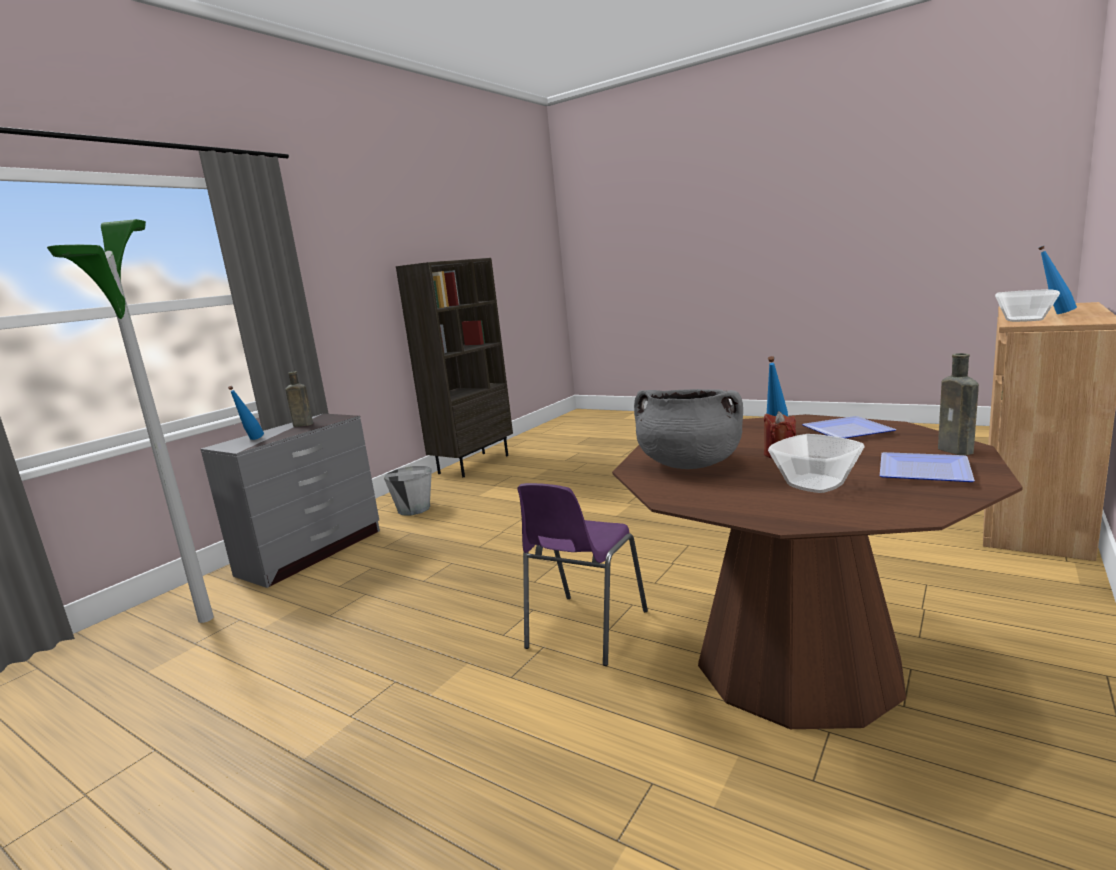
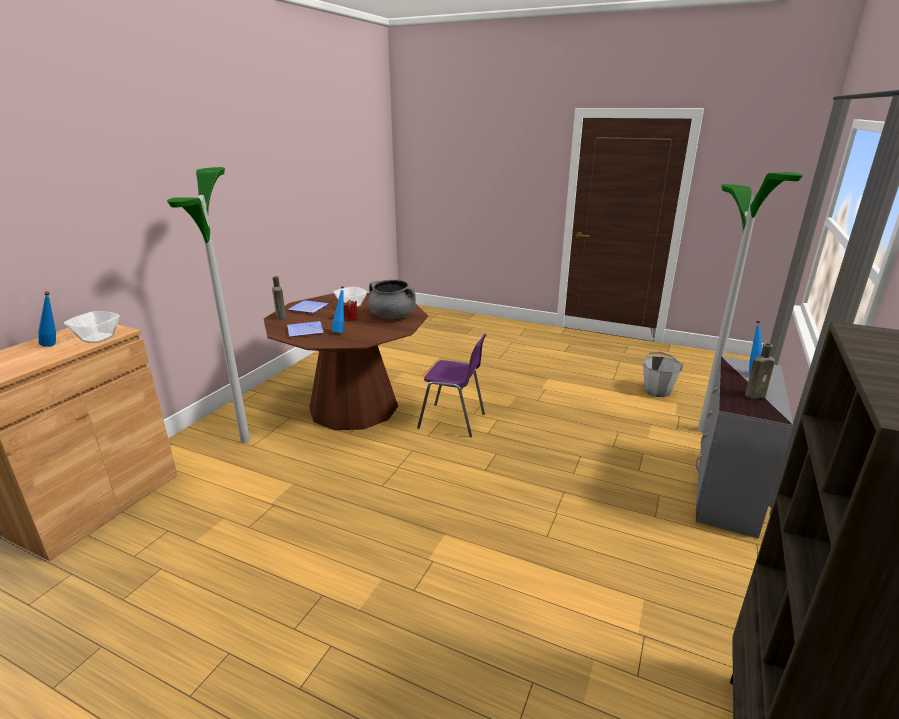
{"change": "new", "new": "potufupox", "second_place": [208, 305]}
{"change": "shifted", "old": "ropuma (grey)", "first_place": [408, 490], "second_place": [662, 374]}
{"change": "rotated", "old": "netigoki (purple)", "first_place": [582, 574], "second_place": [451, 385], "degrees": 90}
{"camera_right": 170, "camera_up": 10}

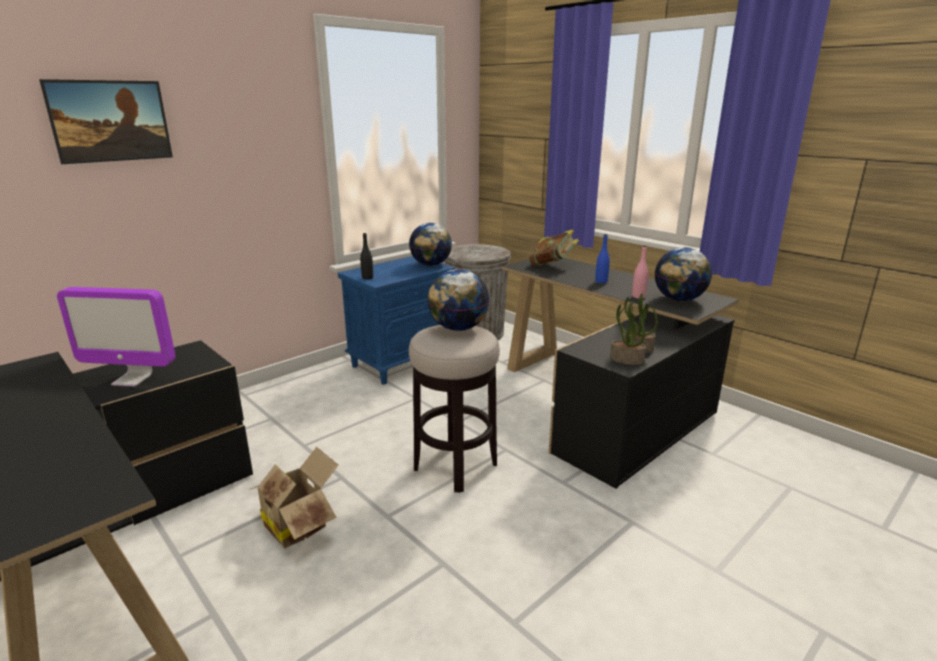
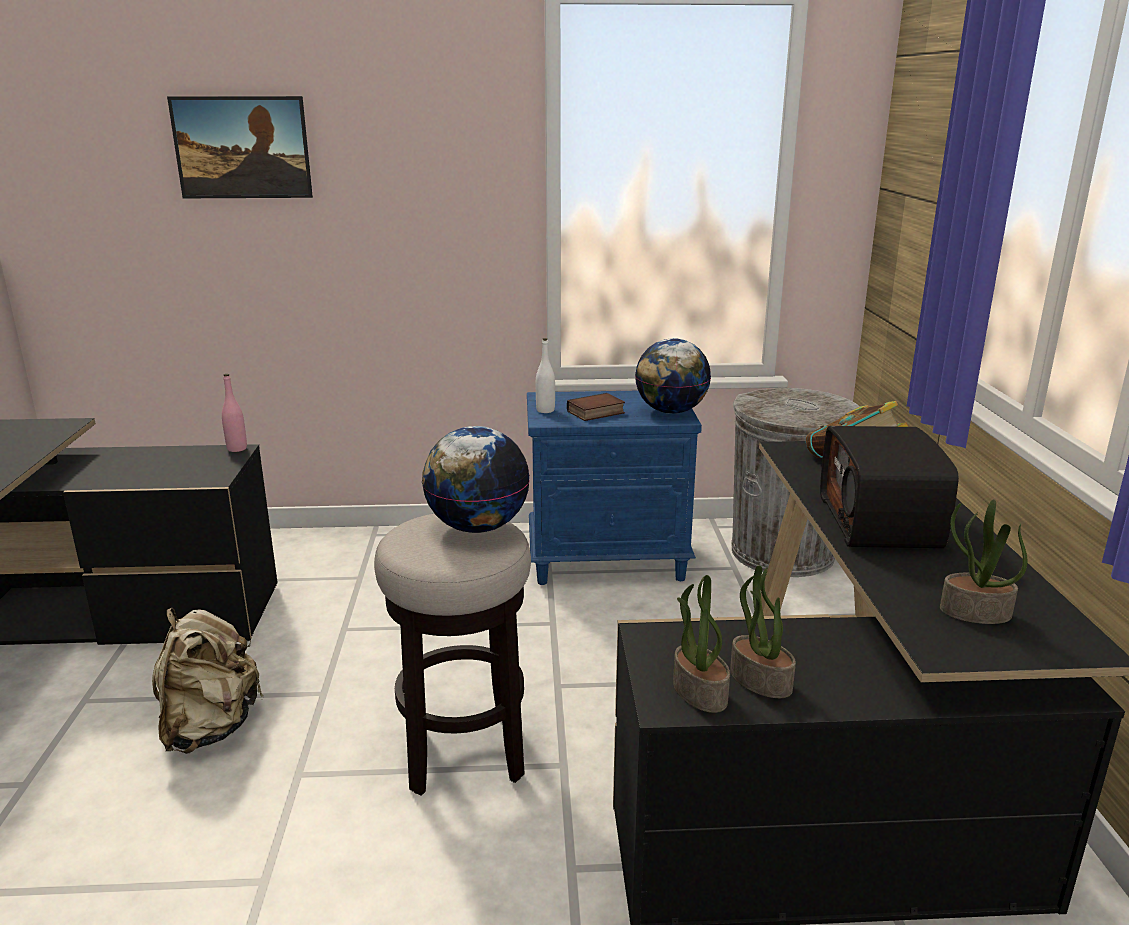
{"change": "gone", "old": "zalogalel", "first_place": [116, 336]}
{"change": "new", "new": "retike", "second_place": [596, 407]}
{"change": "shifted", "old": "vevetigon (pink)", "first_place": [640, 272], "second_place": [234, 413]}
{"change": "swapped", "old": "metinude", "new": "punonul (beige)", "first_place": [293, 497], "second_place": [207, 681]}
{"change": "swapped", "old": "vevetigon (blue)", "new": "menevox", "first_place": [602, 259], "second_place": [889, 487]}
{"change": "swapped", "old": "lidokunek", "new": "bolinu", "first_place": [683, 274], "second_place": [983, 561]}
{"change": "repainted", "old": "vevetigon (black)", "new": "vevetigon (white)", "first_place": [366, 256], "second_place": [545, 375]}
{"camera_right": 40, "camera_up": 0}

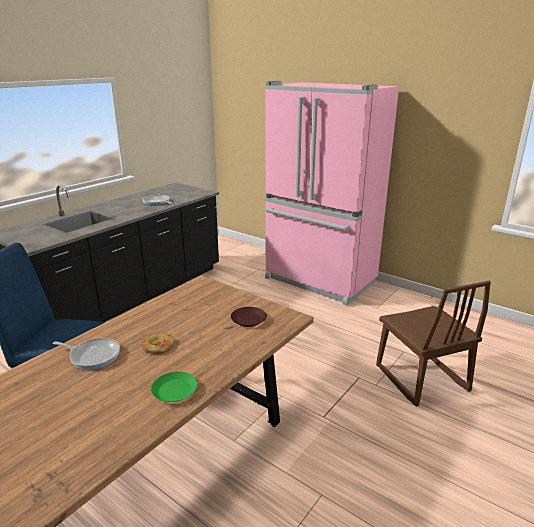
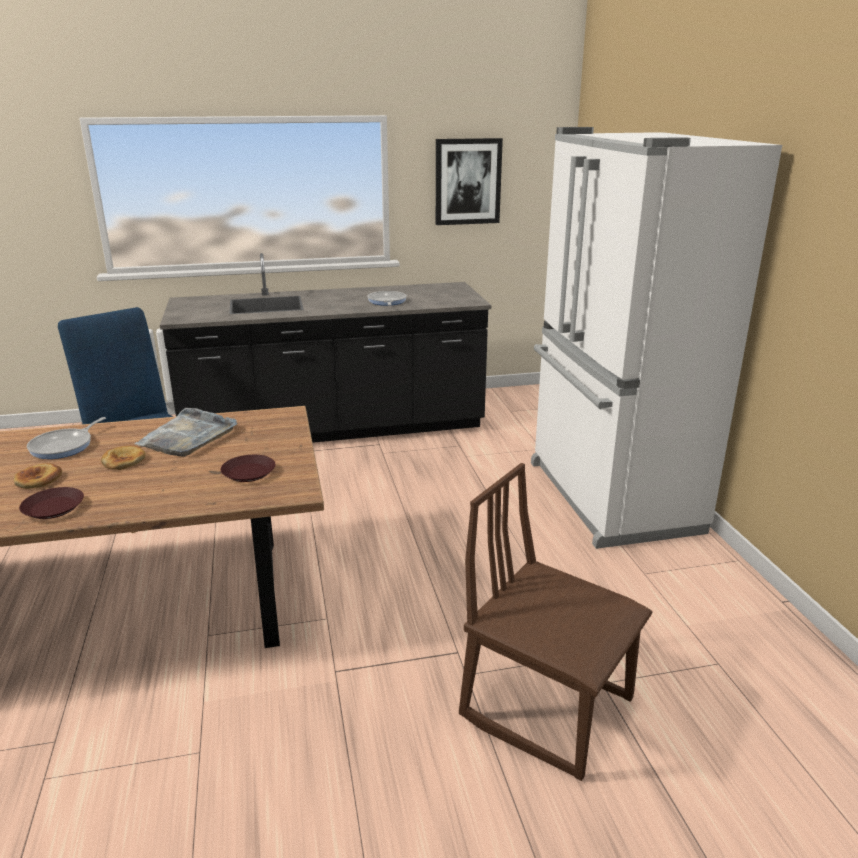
{"change": "new", "new": "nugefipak", "second_place": [38, 476]}
{"change": "new", "new": "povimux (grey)", "second_place": [185, 432]}
{"change": "new", "new": "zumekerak", "second_place": [469, 181]}
{"change": "repainted", "old": "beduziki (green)", "new": "beduziki (brown)", "first_place": [174, 387], "second_place": [51, 503]}
{"change": "repainted", "old": "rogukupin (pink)", "new": "rogukupin (white)", "first_place": [332, 193], "second_place": [656, 338]}
{"change": "rotated", "old": "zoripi", "first_place": [86, 354], "second_place": [66, 438], "degrees": 60}
{"change": "rotated", "old": "netigoki (brown)", "first_place": [433, 344], "second_place": [555, 622], "degrees": 105}
{"camera_right": 40, "camera_up": 0}

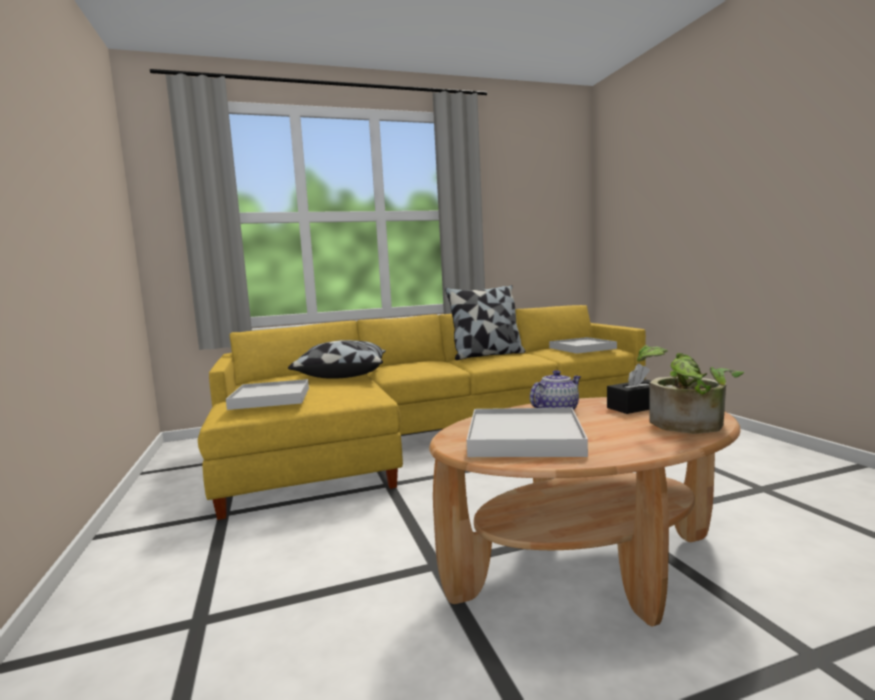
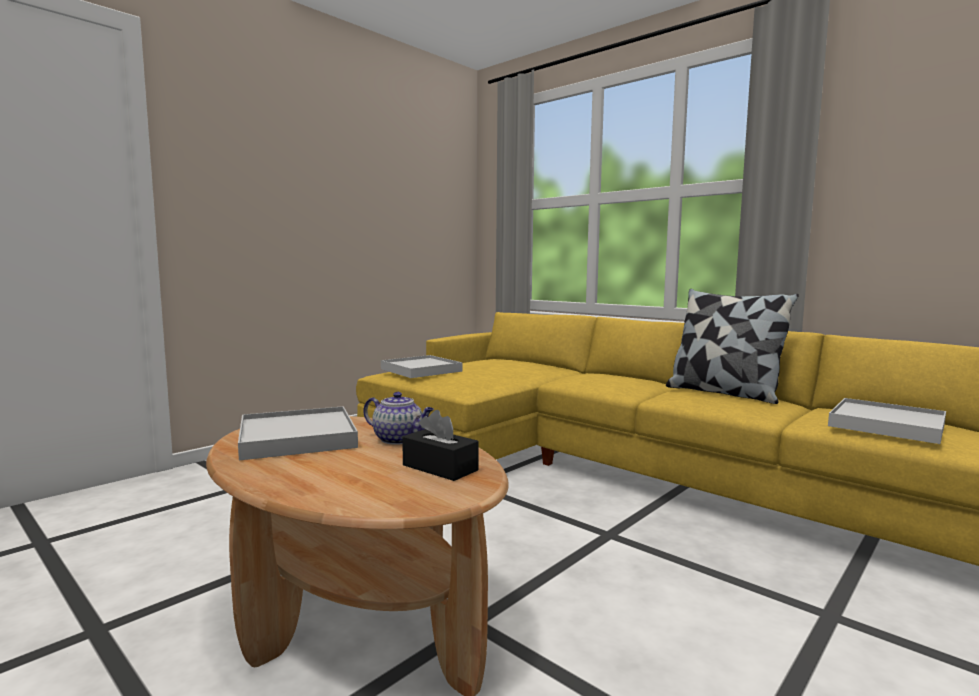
{"change": "gone", "old": "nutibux", "first_place": [337, 359]}
{"change": "gone", "old": "bolinu", "first_place": [690, 389]}
{"camera_right": 60, "camera_up": 0}

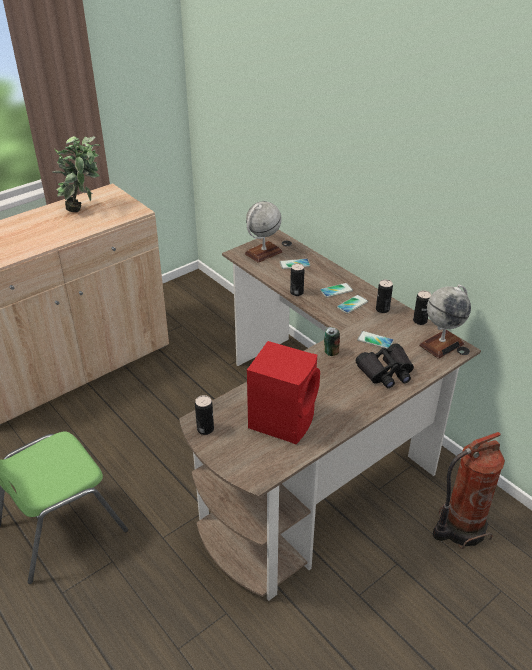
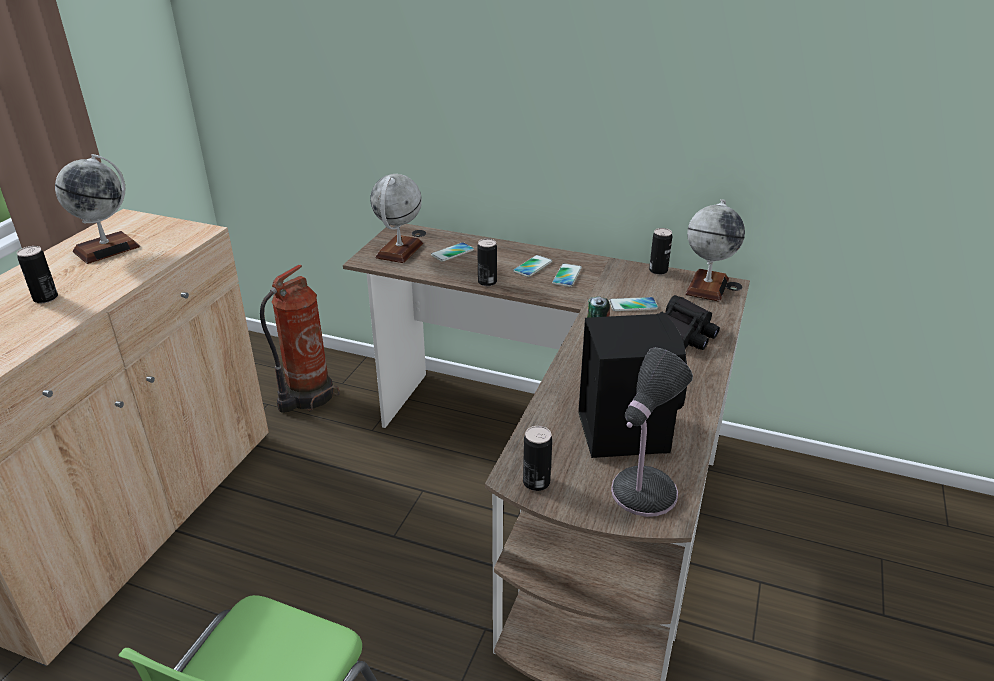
{"change": "new", "new": "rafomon", "second_place": [652, 432]}
{"change": "shifted", "old": "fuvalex", "first_place": [384, 296], "second_place": [37, 274]}
{"change": "shifted", "old": "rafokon", "first_place": [469, 490], "second_place": [300, 339]}
{"change": "swapped", "old": "bolinu", "new": "lidokunek", "first_place": [76, 174], "second_place": [97, 209]}
{"change": "repainted", "old": "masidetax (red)", "new": "masidetax (black)", "first_place": [283, 392], "second_place": [632, 385]}
{"camera_right": -30, "camera_up": -5}

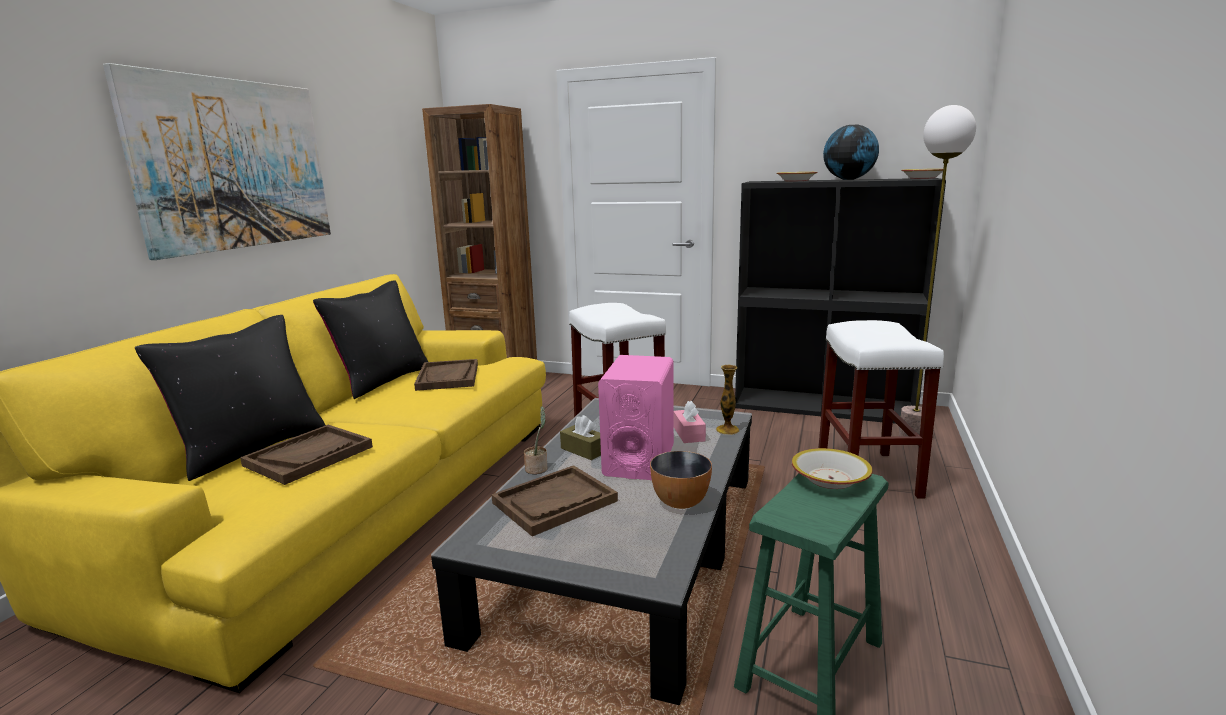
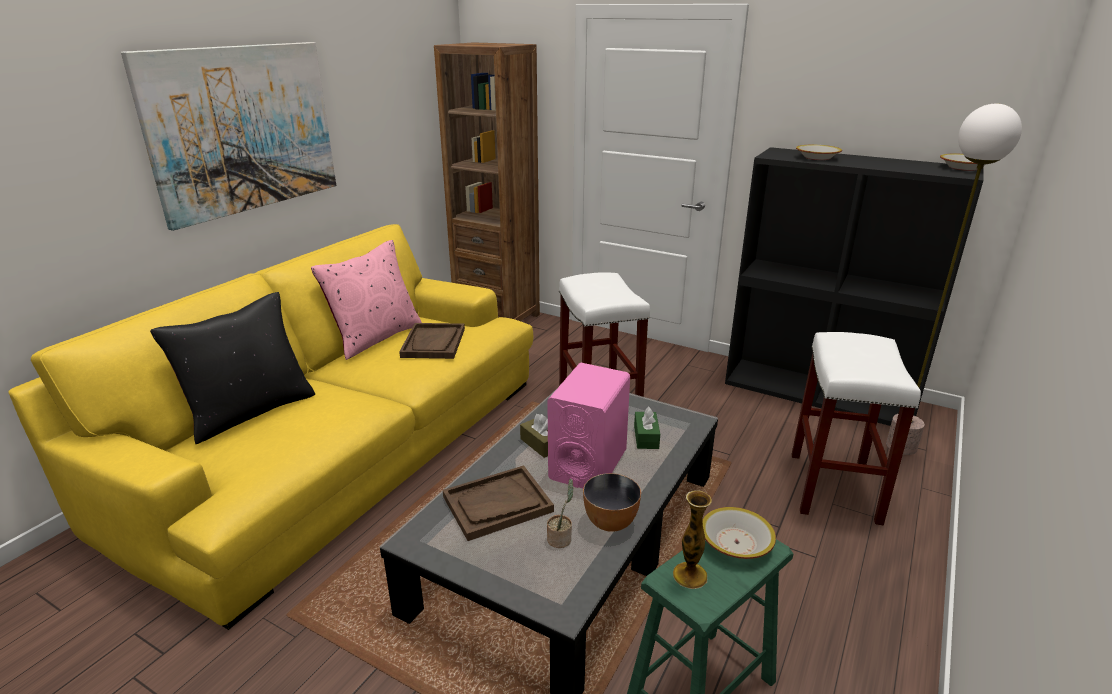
{"change": "gone", "old": "povimux (brown)", "first_place": [306, 455]}
{"change": "gone", "old": "lidokunek", "first_place": [851, 152]}
{"change": "shifted", "old": "bolinu", "first_place": [535, 440], "second_place": [560, 513]}
{"change": "shifted", "old": "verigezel", "first_place": [728, 400], "second_place": [692, 539]}
{"change": "repainted", "old": "nutibux (black)", "new": "nutibux (pink)", "first_place": [370, 339], "second_place": [366, 300]}
{"change": "repainted", "old": "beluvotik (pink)", "new": "beluvotik (green)", "first_place": [690, 422], "second_place": [647, 427]}
{"camera_right": 10, "camera_up": 10}

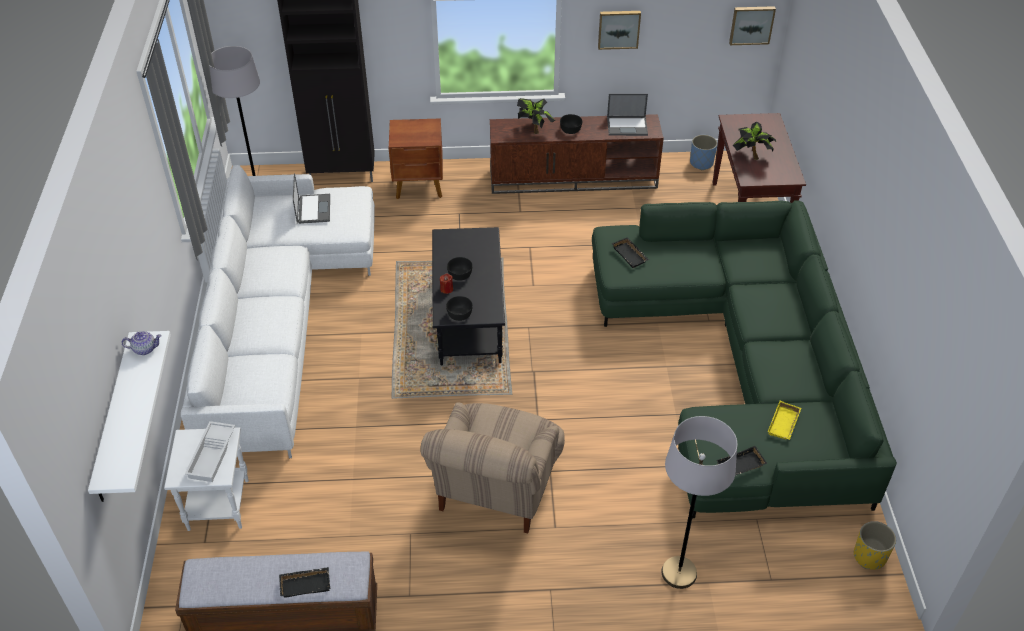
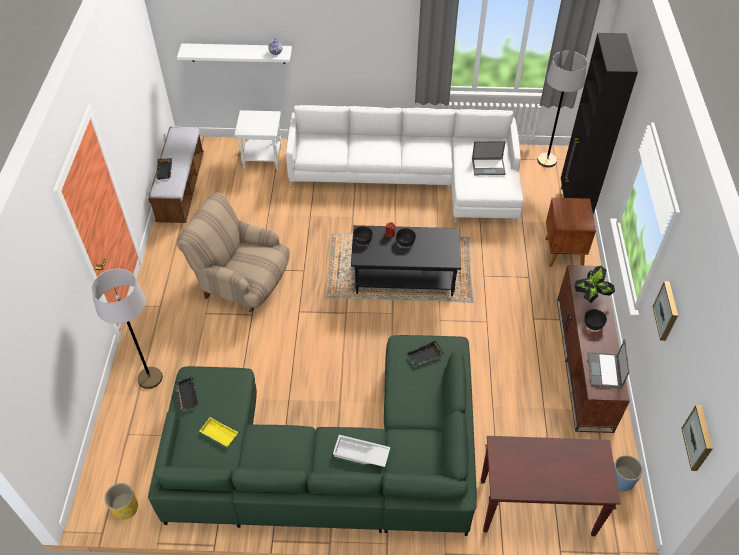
{"change": "gone", "old": "bolinu", "first_place": [754, 140]}
{"change": "shifted", "old": "povimux (white)", "first_place": [210, 451], "second_place": [361, 451]}
{"camera_right": 95, "camera_up": 5}

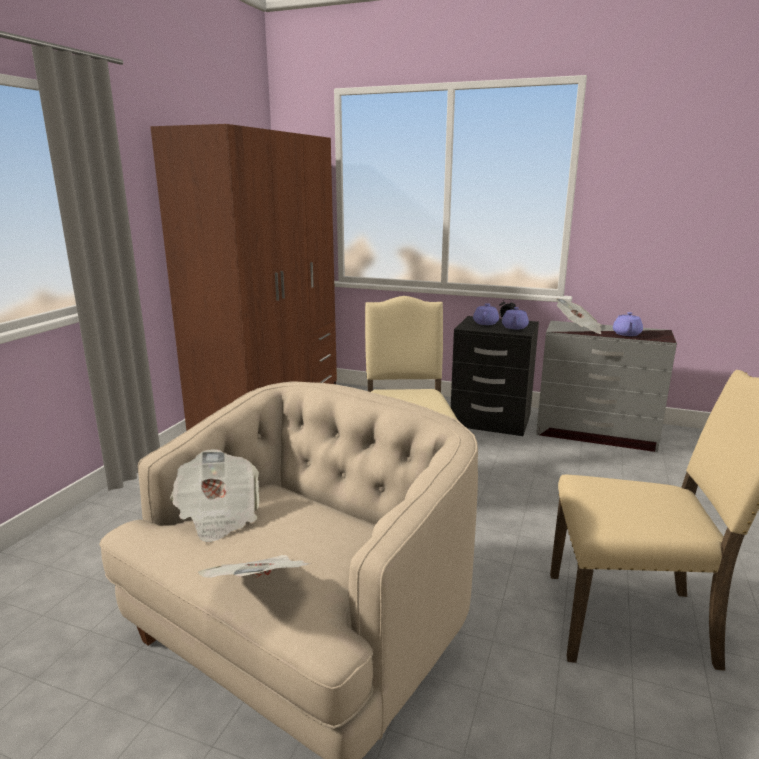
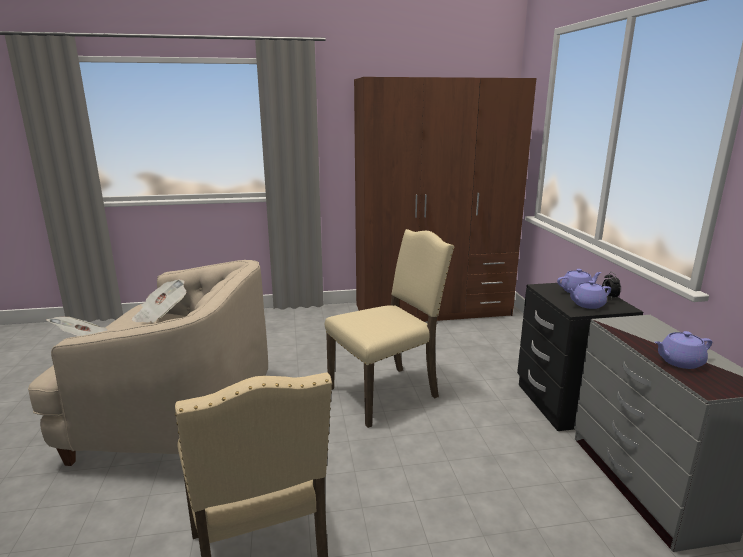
{"change": "gone", "old": "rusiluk", "first_place": [578, 316]}
{"camera_right": 60, "camera_up": 0}

